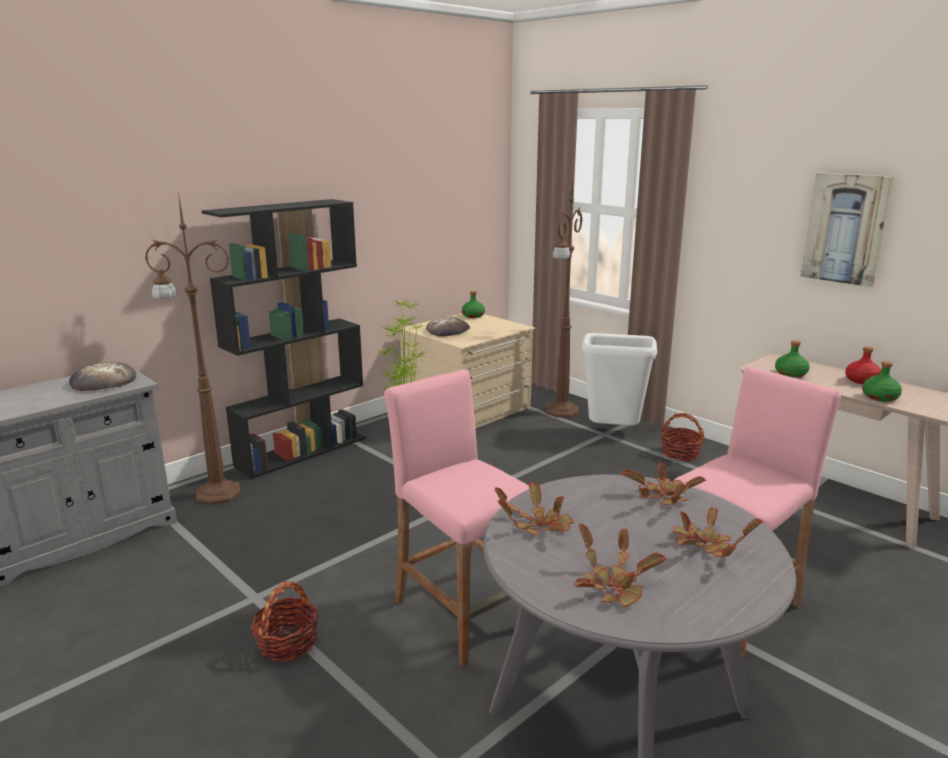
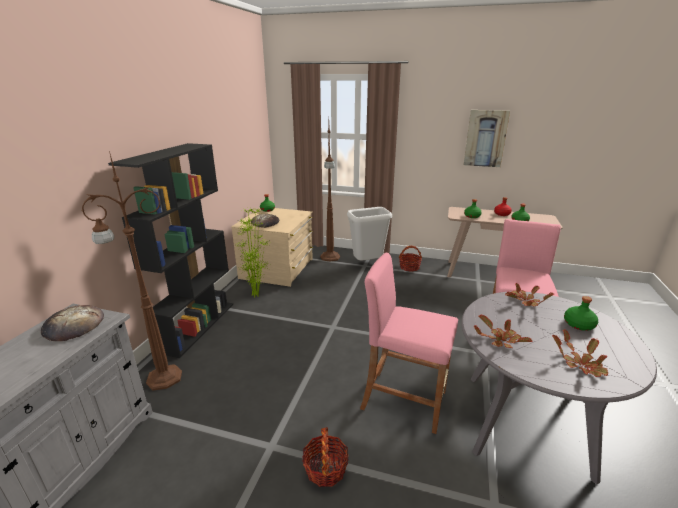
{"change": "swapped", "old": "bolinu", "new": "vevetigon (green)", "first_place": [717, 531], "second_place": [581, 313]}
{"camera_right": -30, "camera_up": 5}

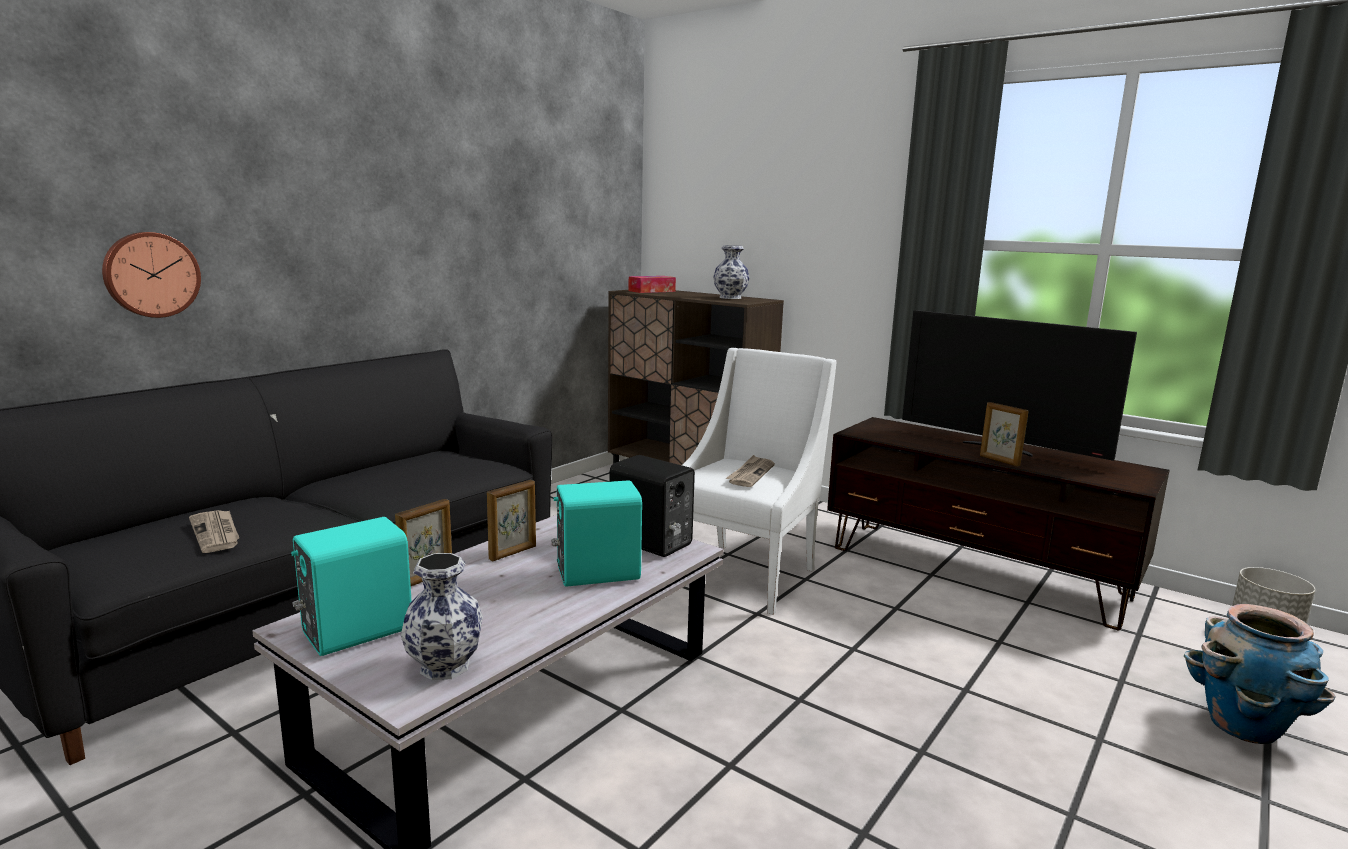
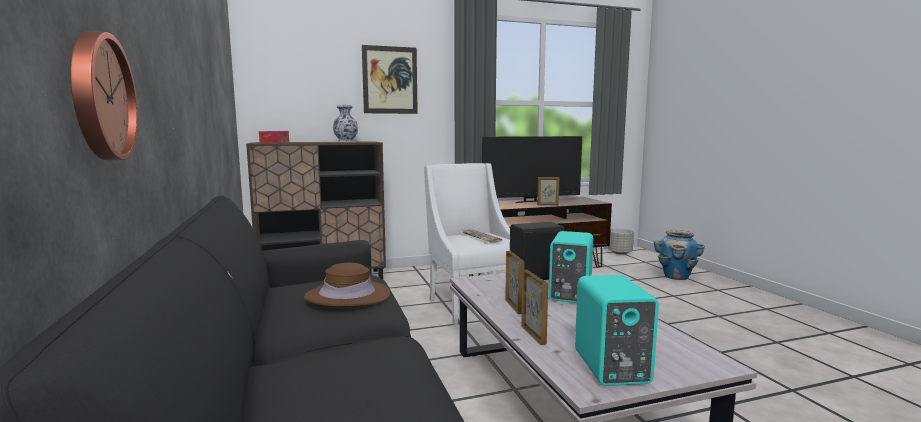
{"change": "gone", "old": "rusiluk", "first_place": [214, 531]}
{"change": "gone", "old": "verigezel", "first_place": [442, 616]}
{"change": "new", "new": "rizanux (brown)", "second_place": [347, 284]}
{"change": "new", "new": "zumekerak", "second_place": [390, 79]}
{"camera_right": -55, "camera_up": -5}

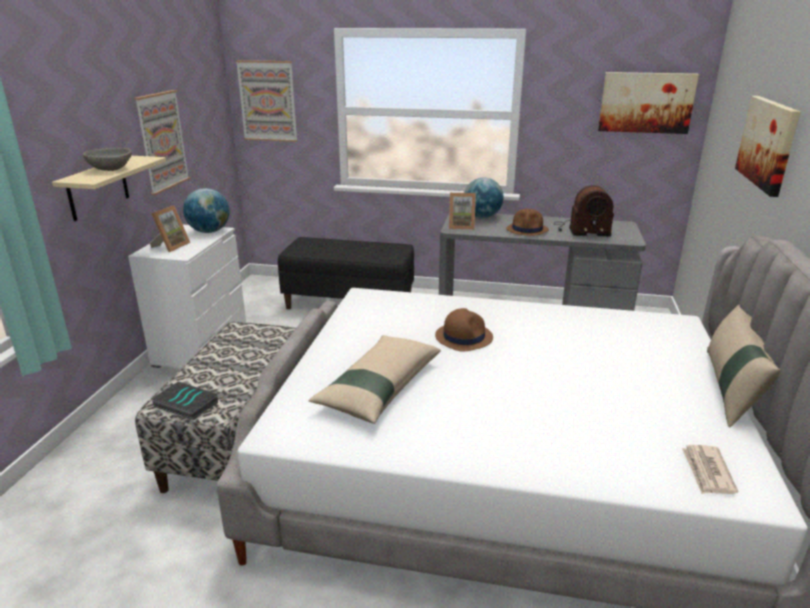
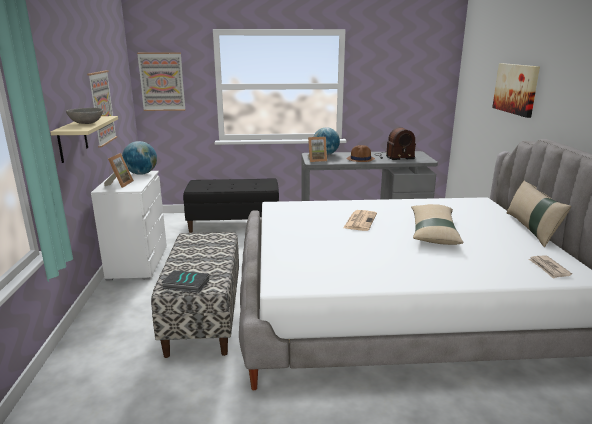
{"change": "gone", "old": "zumekerak", "first_place": [648, 103]}
{"change": "shifted", "old": "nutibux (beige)", "first_place": [374, 379], "second_place": [437, 224]}
{"change": "swapped", "old": "rizanux (brown)", "new": "rusiluk", "first_place": [464, 330], "second_place": [360, 220]}
{"camera_right": -15, "camera_up": -5}

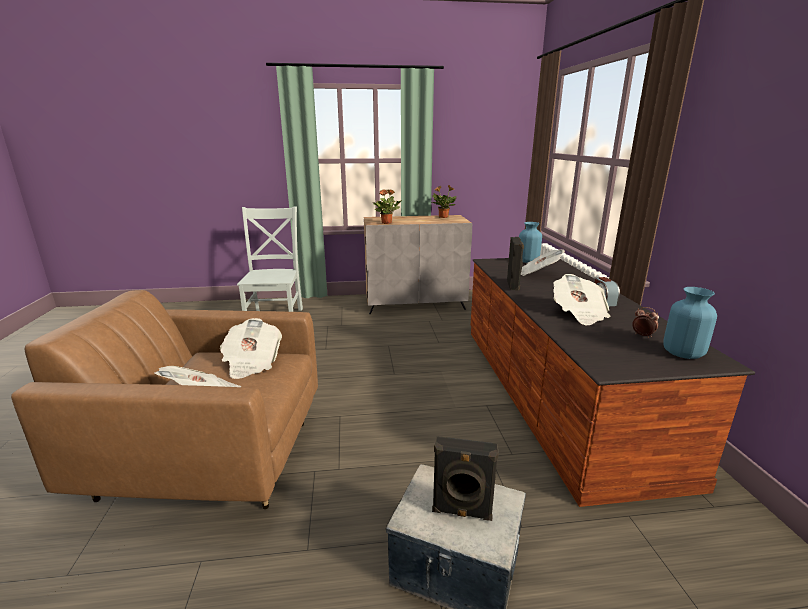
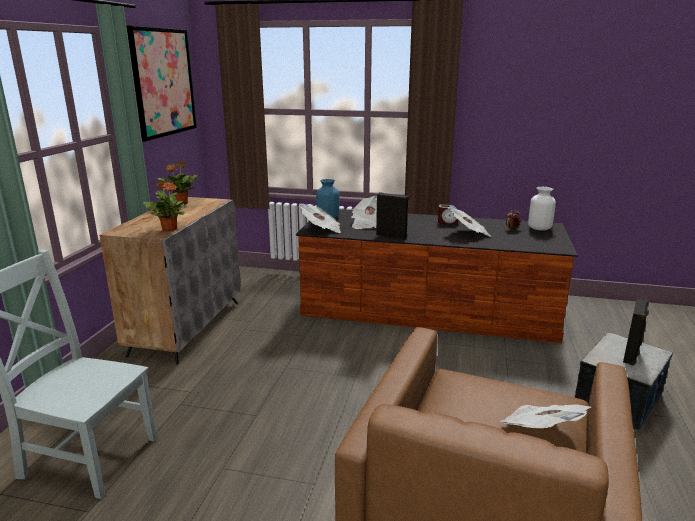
{"change": "new", "new": "zumekerak", "second_place": [162, 83]}
{"change": "shifted", "old": "rusiluk", "first_place": [251, 348], "second_place": [320, 218]}
{"change": "repainted", "old": "verigezel (blue)", "new": "verigezel (white)", "first_place": [690, 323], "second_place": [542, 209]}
{"camera_right": -70, "camera_up": 0}

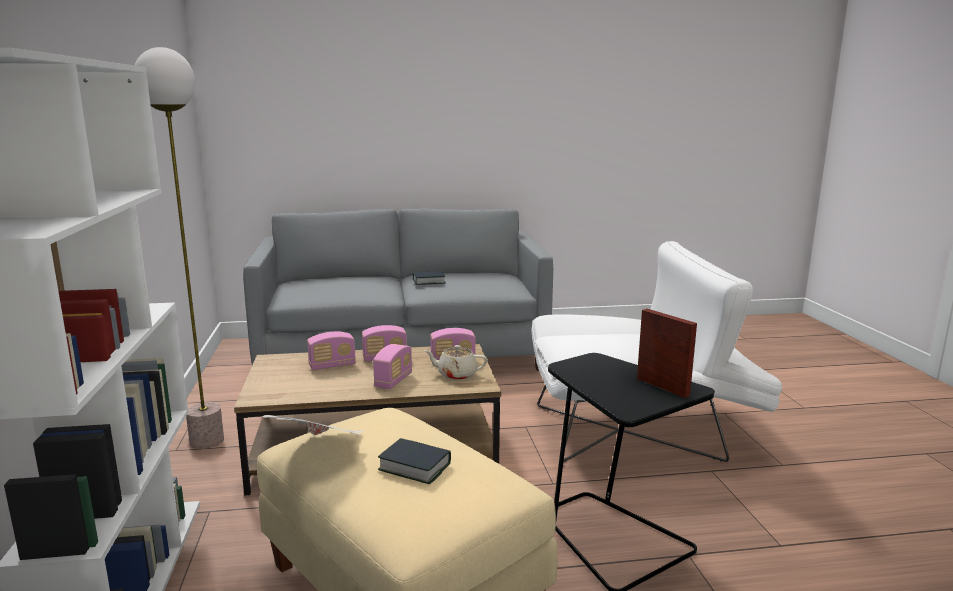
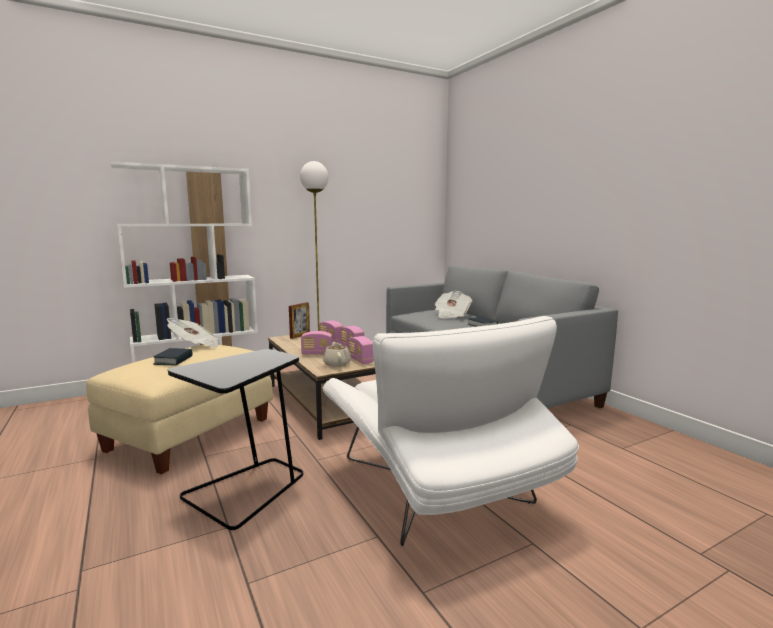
{"change": "new", "new": "rusiluk", "second_place": [453, 305]}
{"change": "shifted", "old": "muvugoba", "first_place": [667, 353], "second_place": [299, 320]}
{"camera_right": 70, "camera_up": -5}

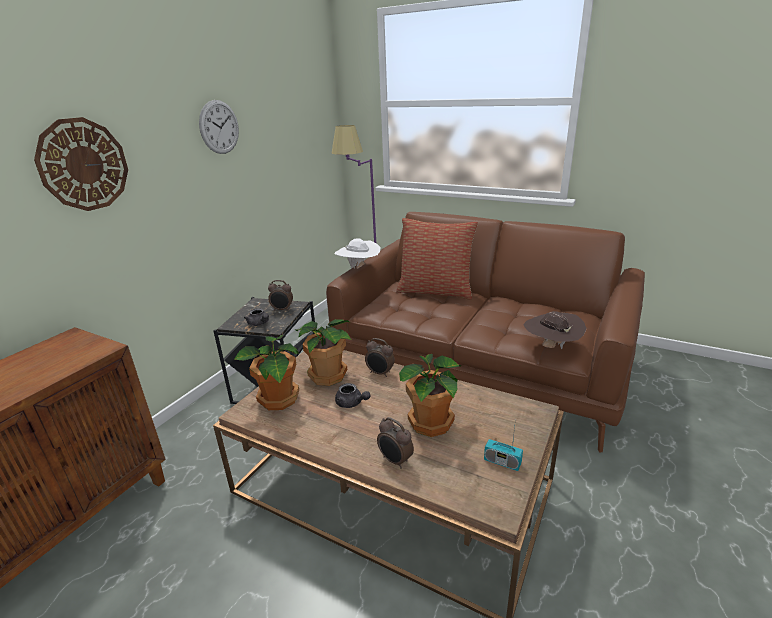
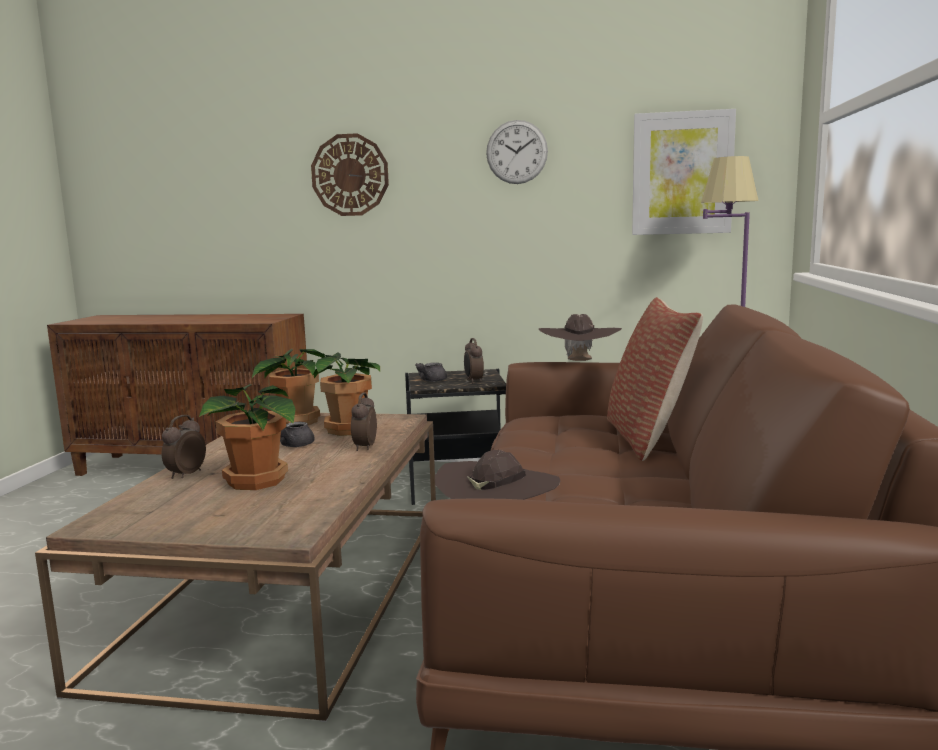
{"change": "gone", "old": "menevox", "first_place": [503, 449]}
{"change": "new", "new": "zumekerak", "second_place": [684, 172]}
{"change": "repainted", "old": "rizanux (white)", "new": "rizanux (brown)", "first_place": [357, 254], "second_place": [580, 337]}
{"camera_right": 70, "camera_up": -15}

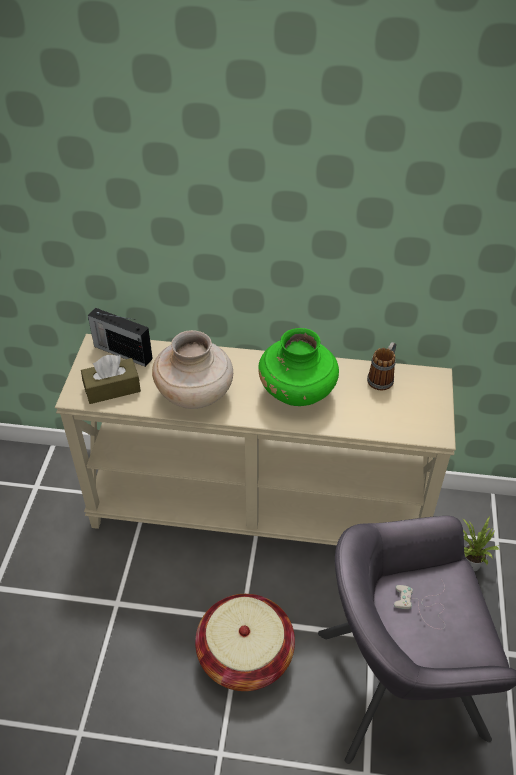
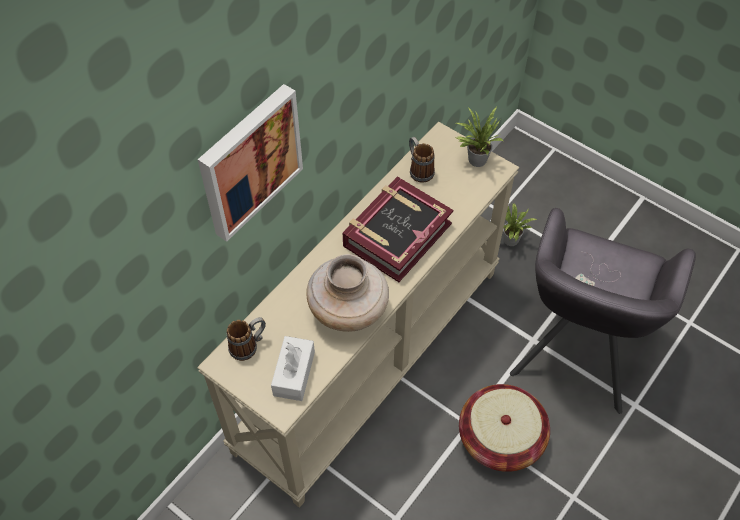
{"change": "new", "new": "zumekerak", "second_place": [250, 163]}
{"change": "new", "new": "bolinu", "second_place": [479, 136]}
{"change": "swapped", "old": "menevox", "new": "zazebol", "first_place": [120, 337], "second_place": [246, 339]}
{"change": "swapped", "old": "verigezel (green)", "new": "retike", "first_place": [298, 367], "second_place": [398, 229]}
{"change": "repainted", "old": "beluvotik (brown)", "new": "beluvotik (white)", "first_place": [111, 379], "second_place": [293, 368]}
{"camera_right": -60, "camera_up": 10}

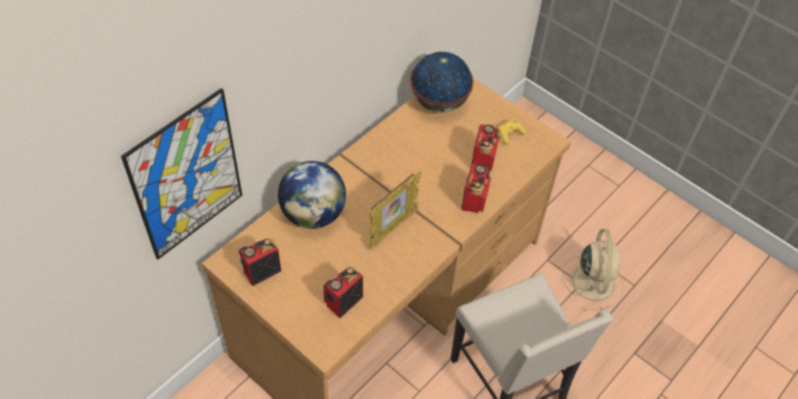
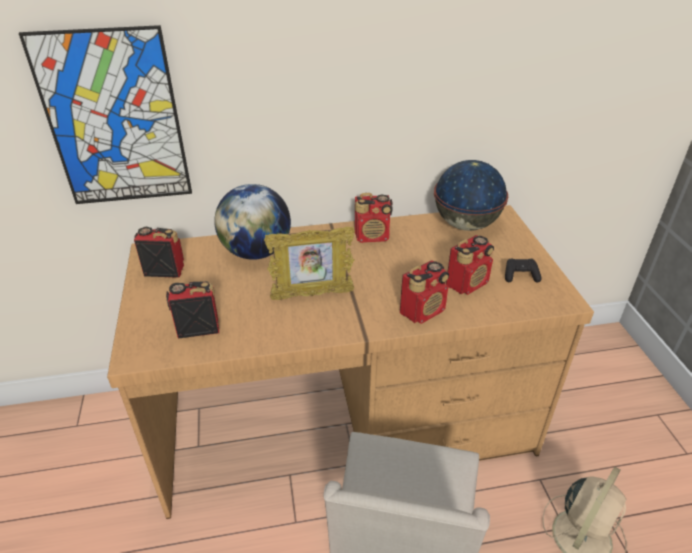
{"change": "new", "new": "menevox", "second_place": [373, 218]}
{"change": "repainted", "old": "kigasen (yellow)", "new": "kigasen (black)", "first_place": [512, 131], "second_place": [523, 271]}
{"camera_right": 40, "camera_up": -15}

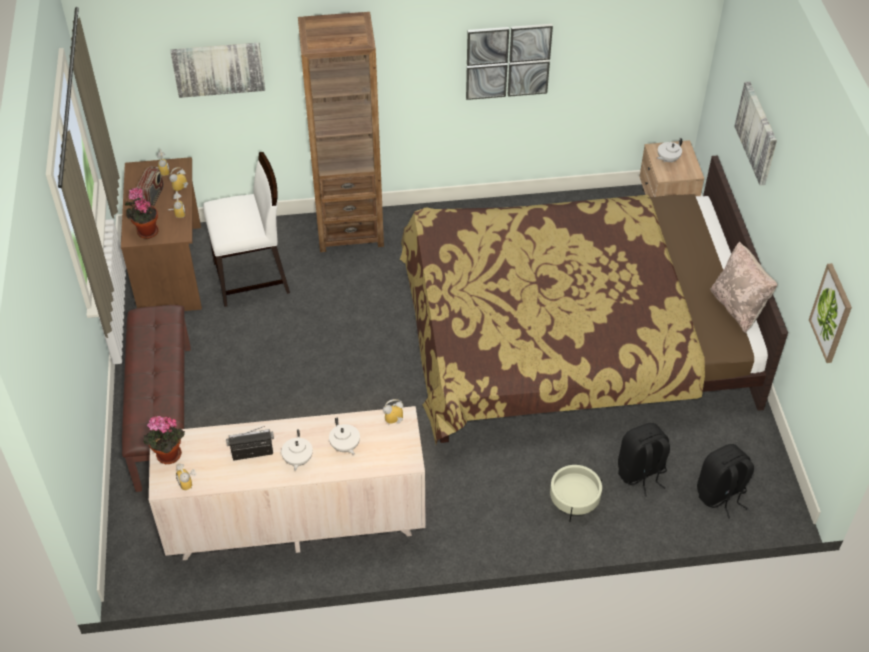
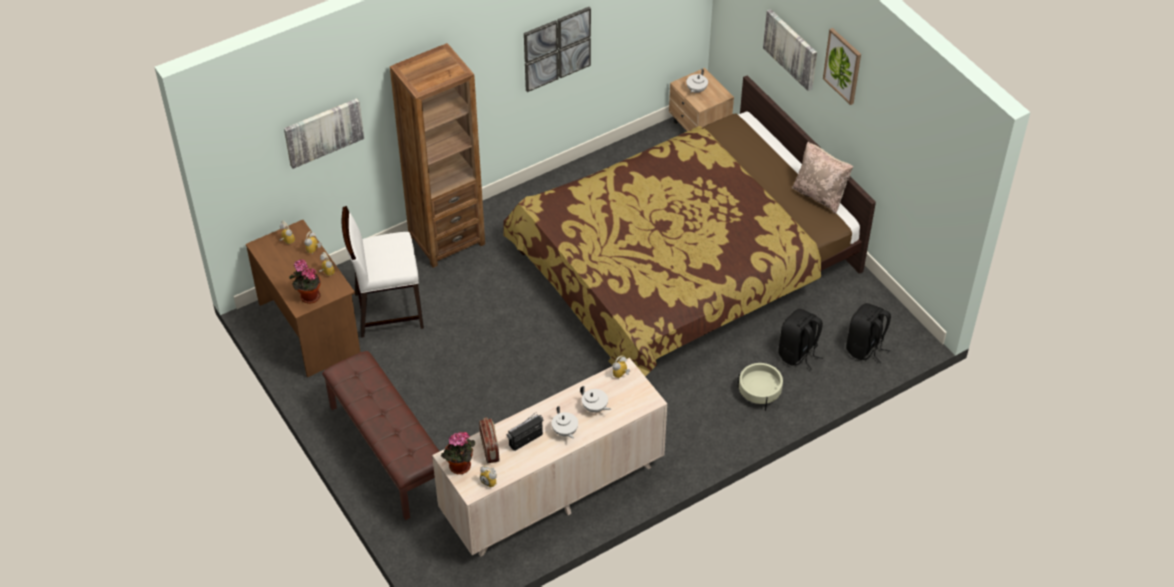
{"change": "shifted", "old": "menevox", "first_place": [150, 186], "second_place": [489, 440]}
{"change": "shifted", "old": "zumekerak", "first_place": [830, 313], "second_place": [842, 66]}
{"change": "rotated", "old": "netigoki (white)", "first_place": [246, 229], "second_place": [383, 272], "degrees": -150}
{"camera_right": -25, "camera_up": 0}

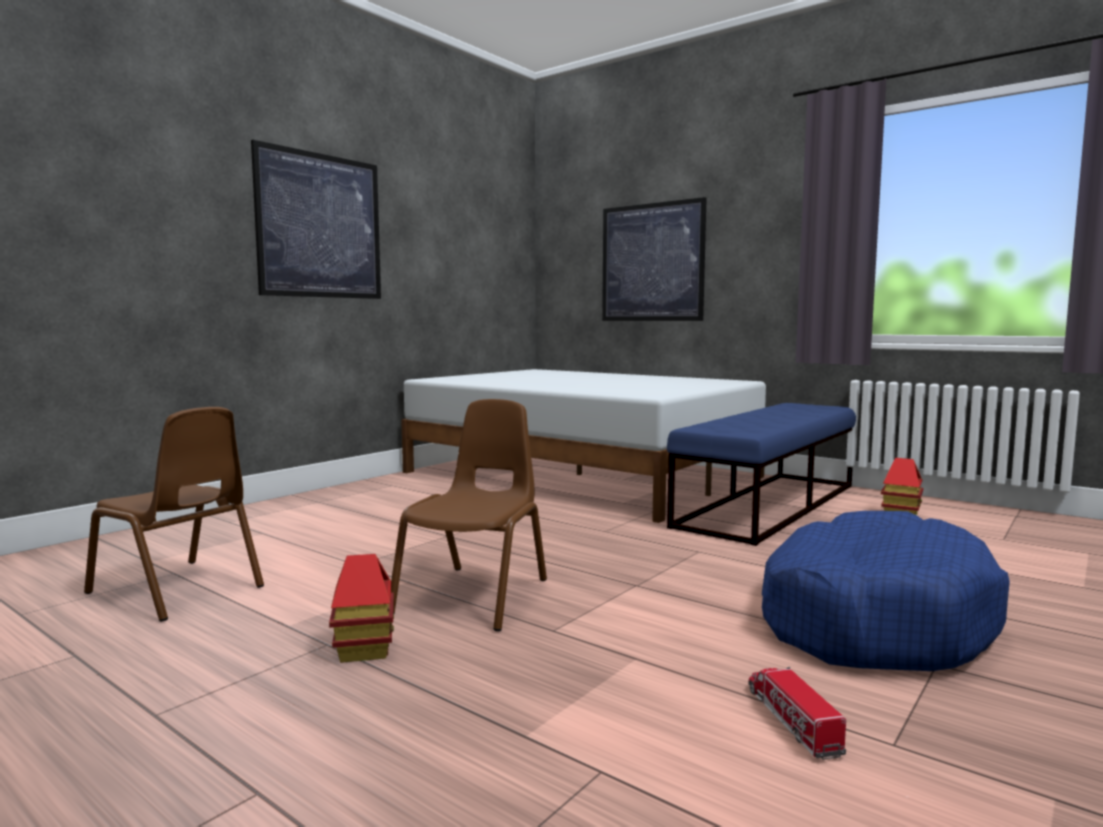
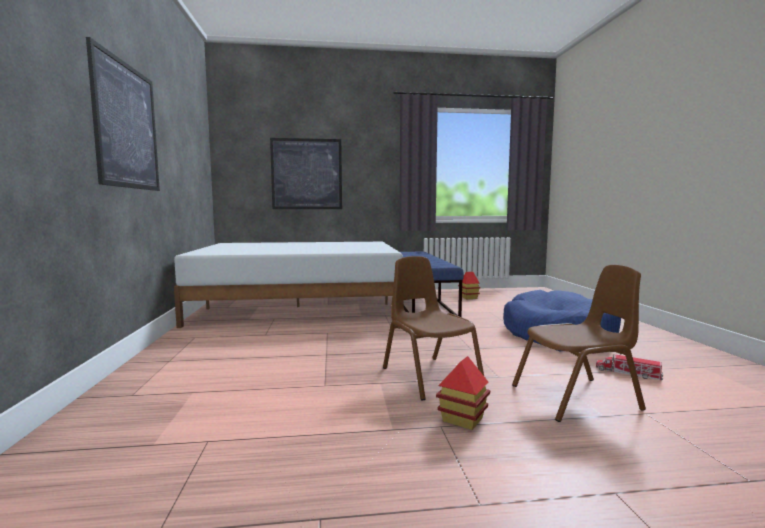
{"change": "shifted", "old": "netigoki (brown)", "first_place": [174, 514], "second_place": [579, 343]}
{"camera_right": -45, "camera_up": 0}

